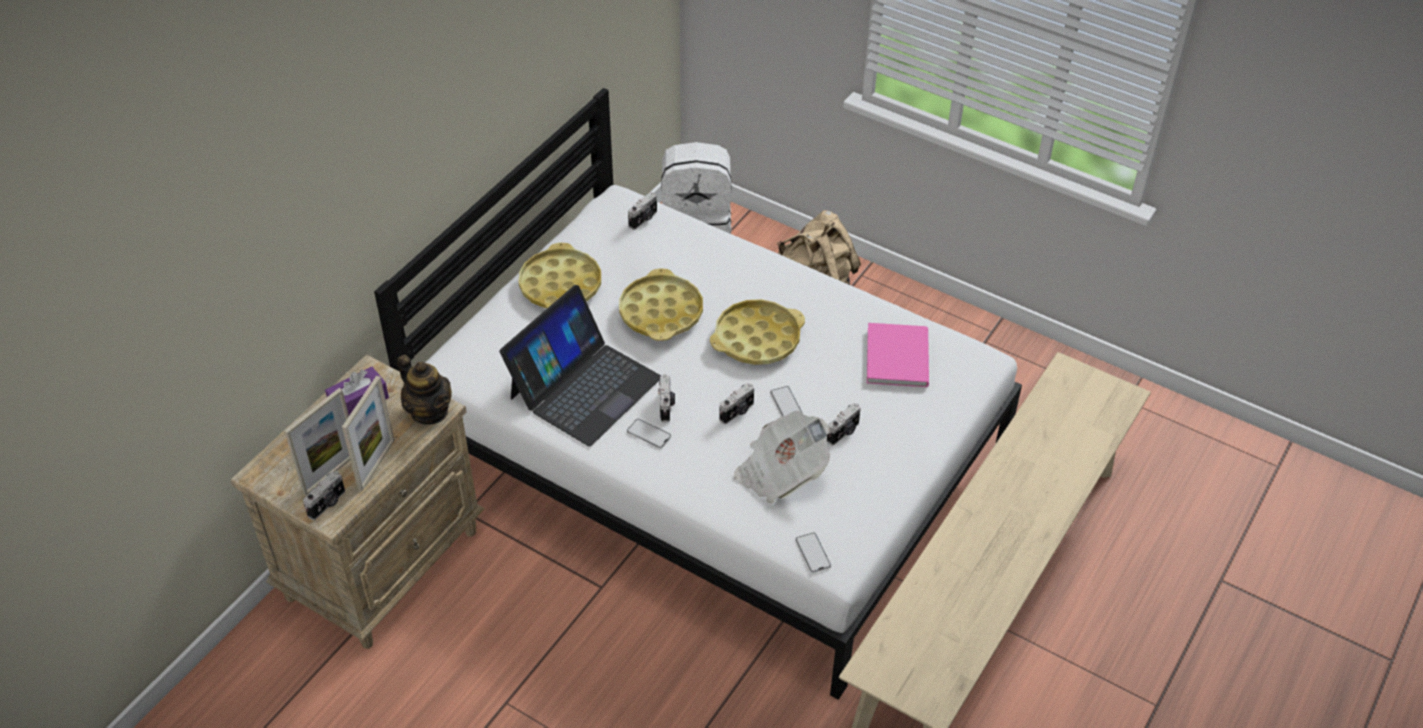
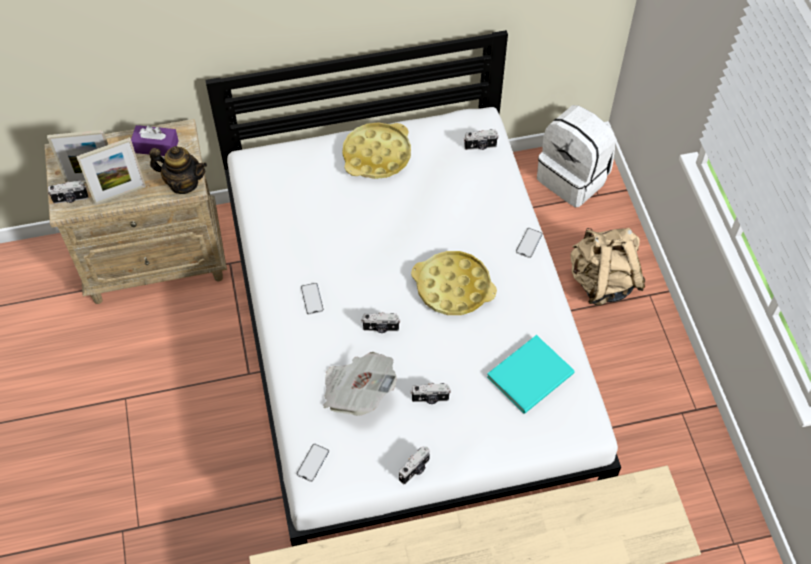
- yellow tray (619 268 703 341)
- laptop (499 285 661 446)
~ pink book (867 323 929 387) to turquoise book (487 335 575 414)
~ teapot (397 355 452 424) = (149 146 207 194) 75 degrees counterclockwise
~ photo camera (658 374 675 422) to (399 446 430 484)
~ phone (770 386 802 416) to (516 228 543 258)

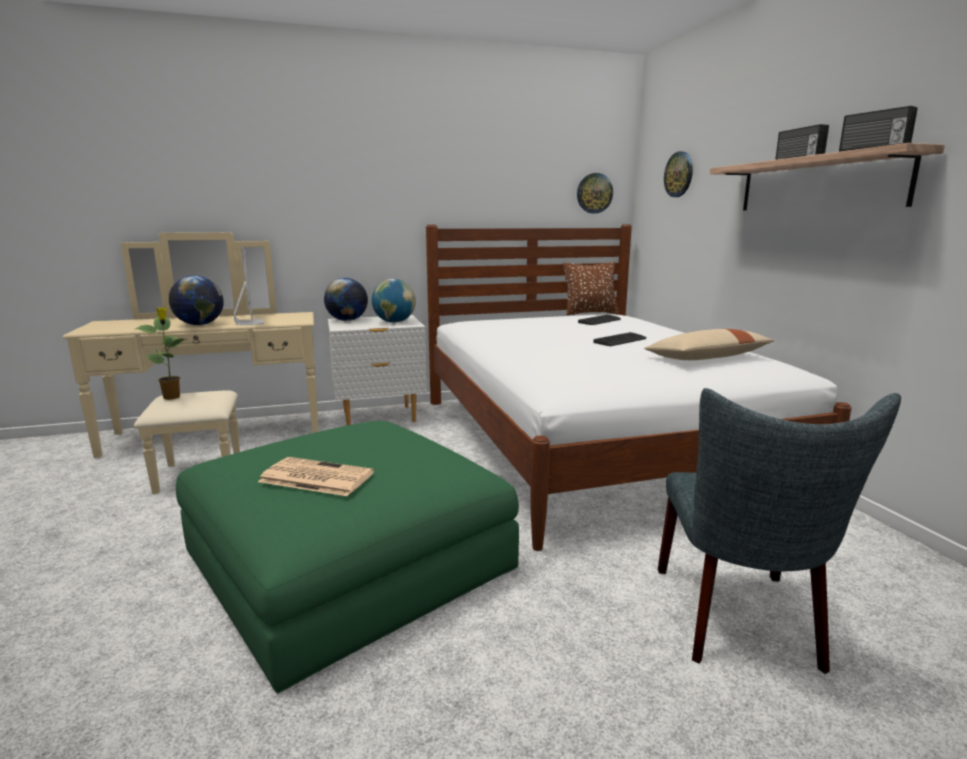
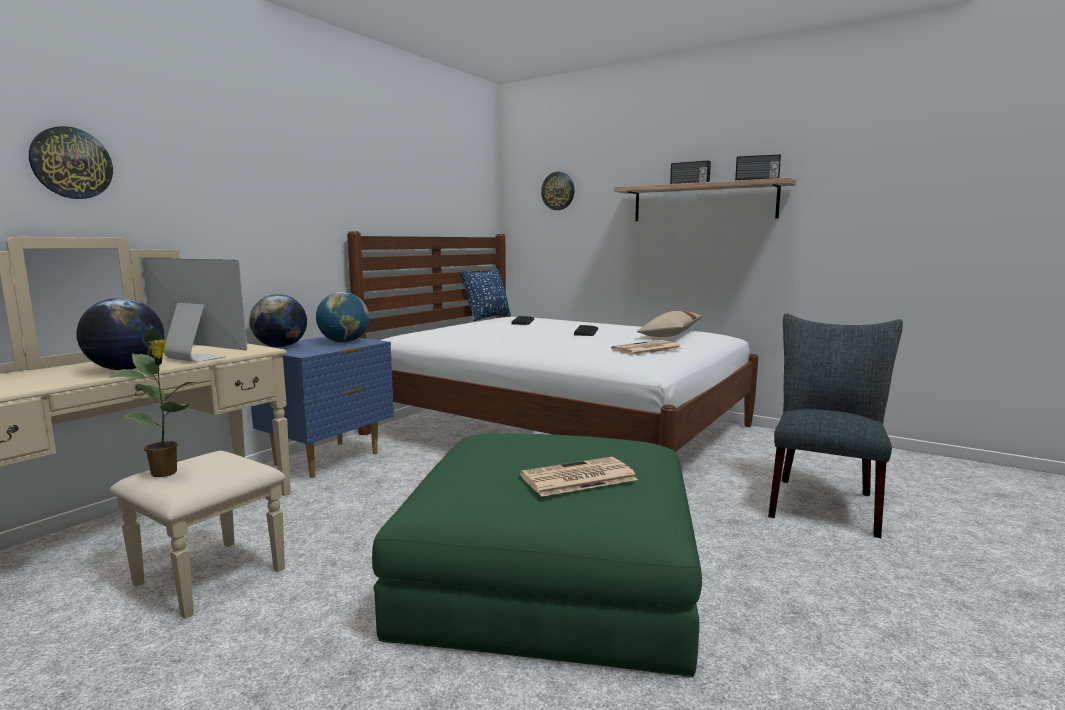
~ wall clock (577 173 613 213) to (29 126 113 199)
~ brown pillow (563 262 619 315) to blue pillow (461 269 511 321)
~ white nightstand (328 315 427 426) to blue nightstand (251 337 394 478)
~ grey chair (658 388 901 674) = (768 314 903 538) 120 degrees counterclockwise
+ newspaper (611 340 682 355)

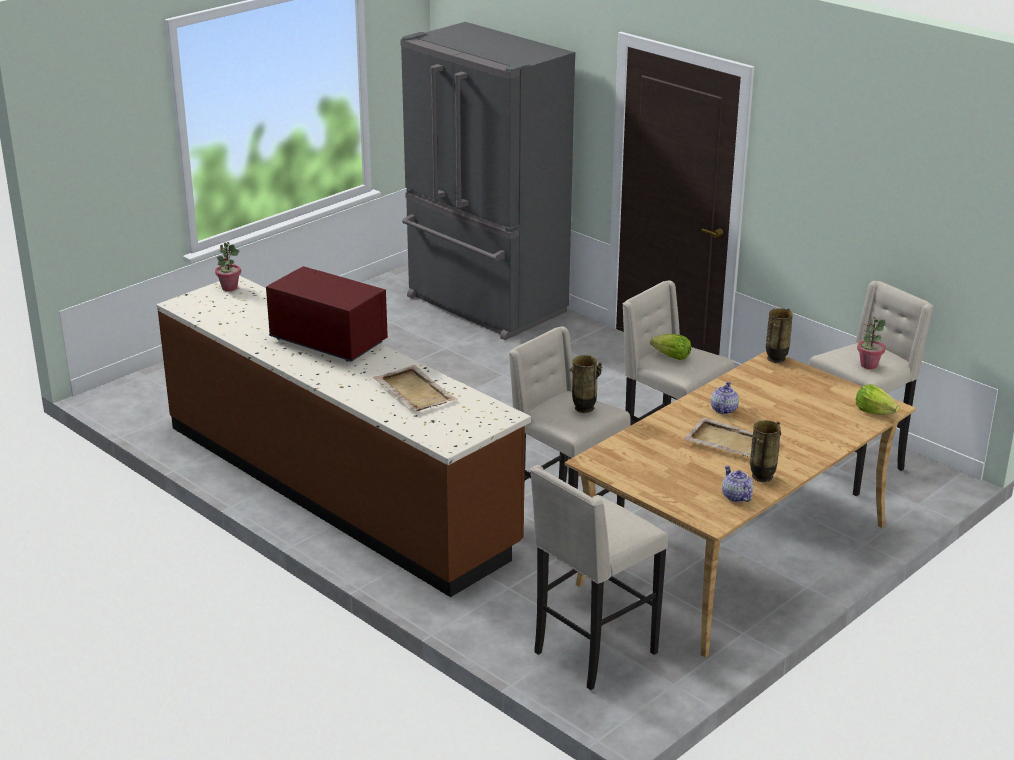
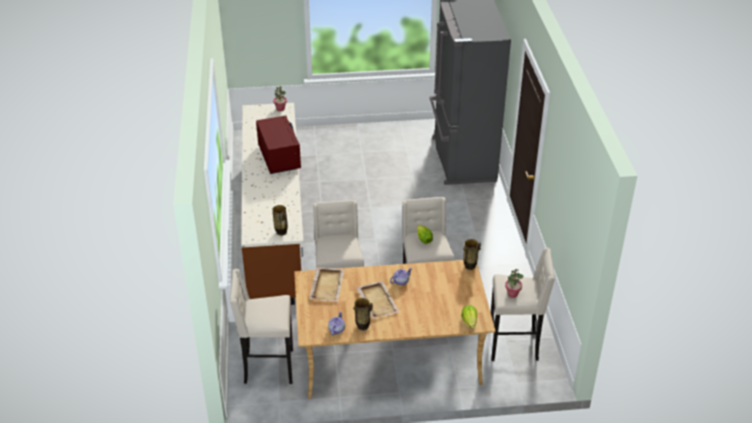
~ vase (569 355 602 413) to (272 205 288 236)
~ beige tray (372 365 458 411) to (309 267 344 302)

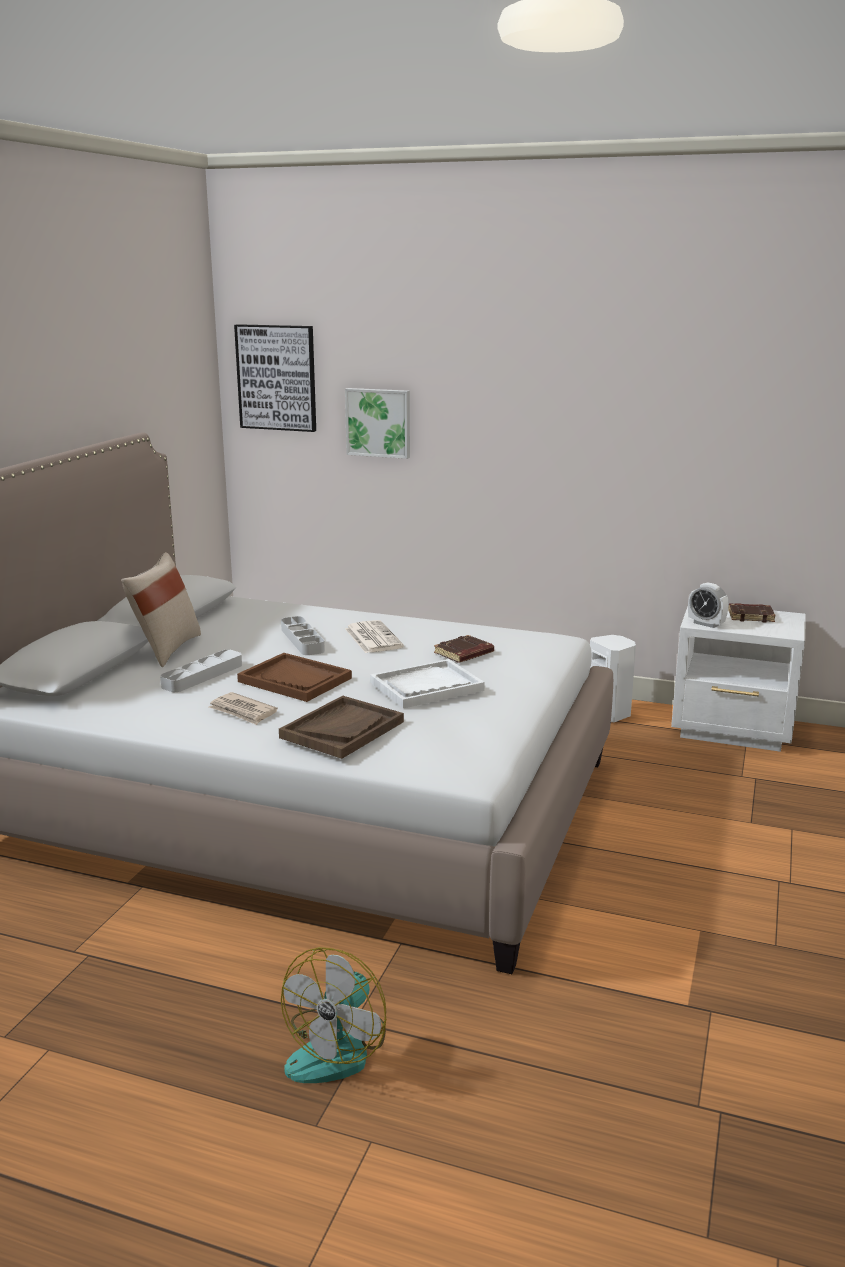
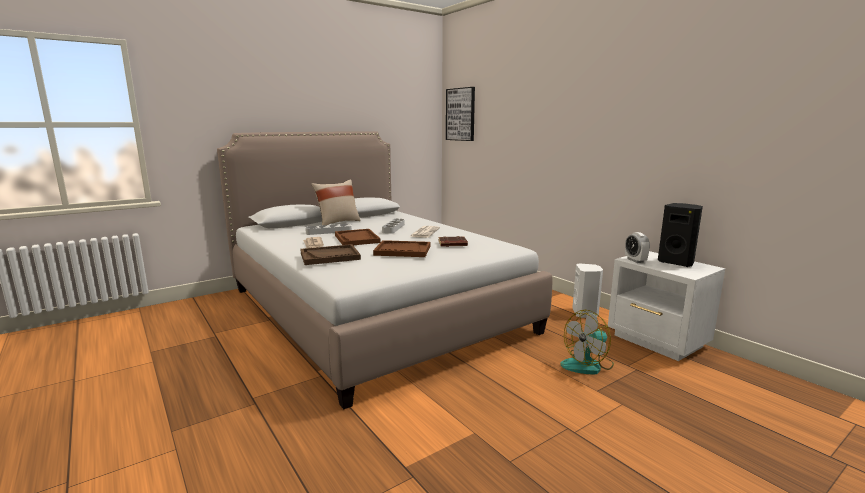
- picture (345 388 410 459)
~ brown book (728 603 776 622) to black speaker (658 203 703 267)
~ white tray (370 659 485 708) to brown tray (373 240 430 257)
~ fan (281 947 387 1083) to (560 310 614 375)

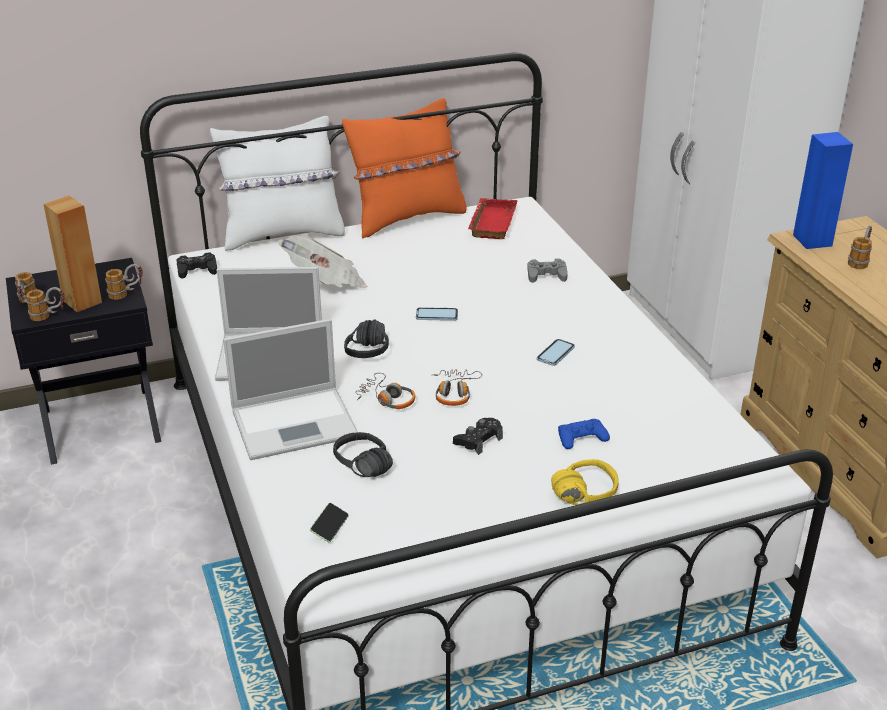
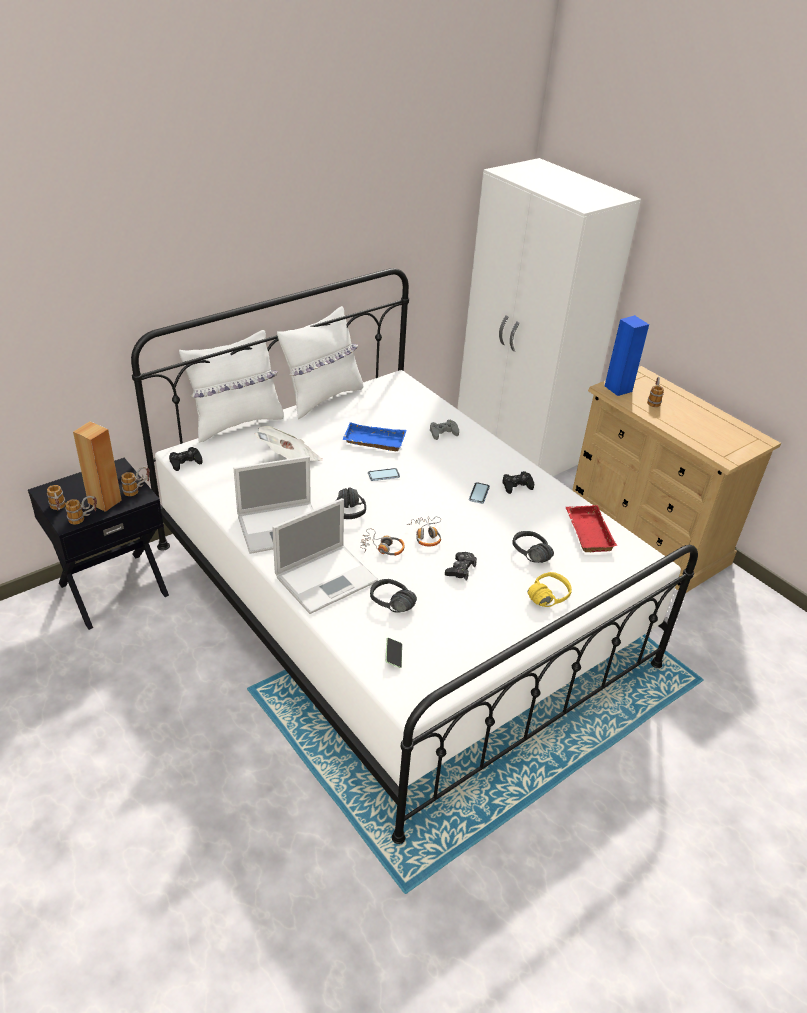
~ orange pillow (342 98 466 239) to white pillow (277 306 363 419)
~ red tray (468 198 518 239) to (565 505 617 552)
~ blue game controller (558 419 610 449) to black headphones (512 531 554 563)
+ blue tray (342 422 406 451)
+ black game controller (502 471 534 494)

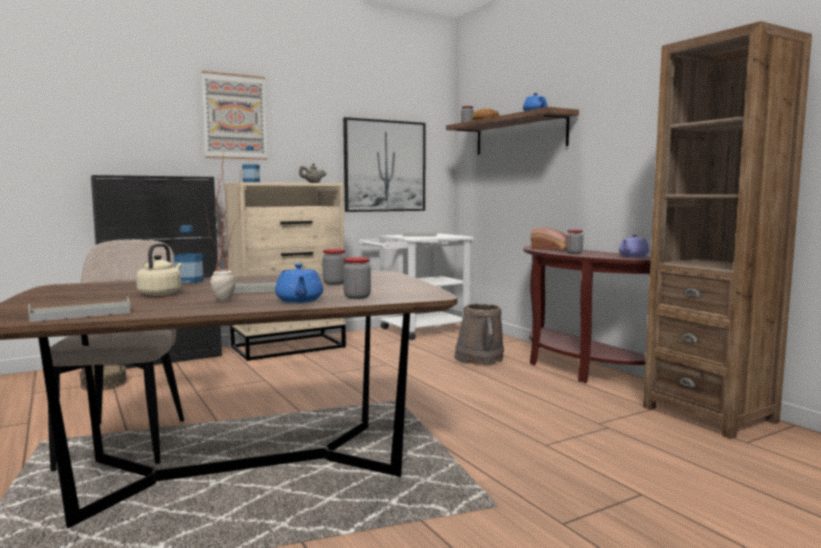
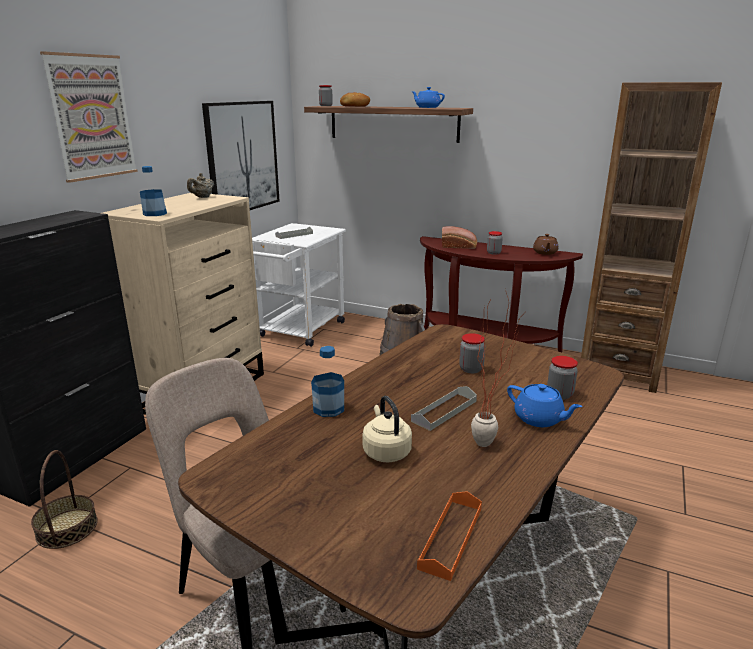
~ purple teapot (619 234 649 257) to brown teapot (533 234 559 255)
~ grey tray (29 296 130 322) to orange tray (417 491 482 581)

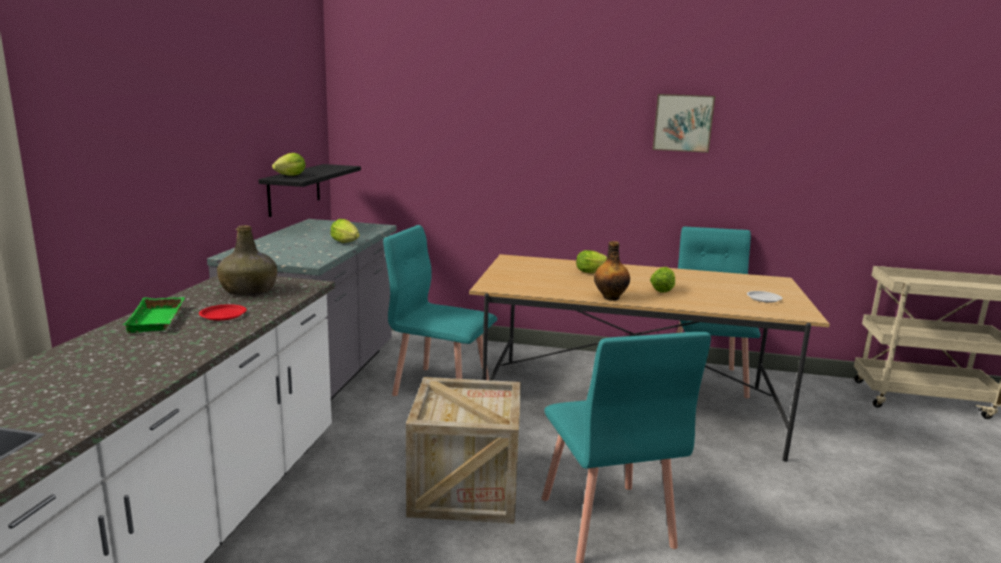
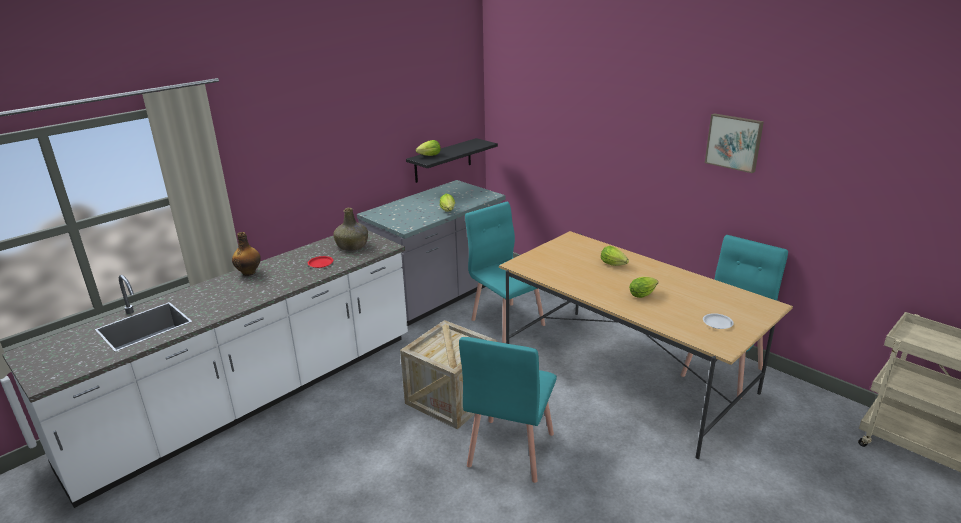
~ bottle (594 241 630 301) to (232 232 261 276)
- green tray (123 297 185 333)

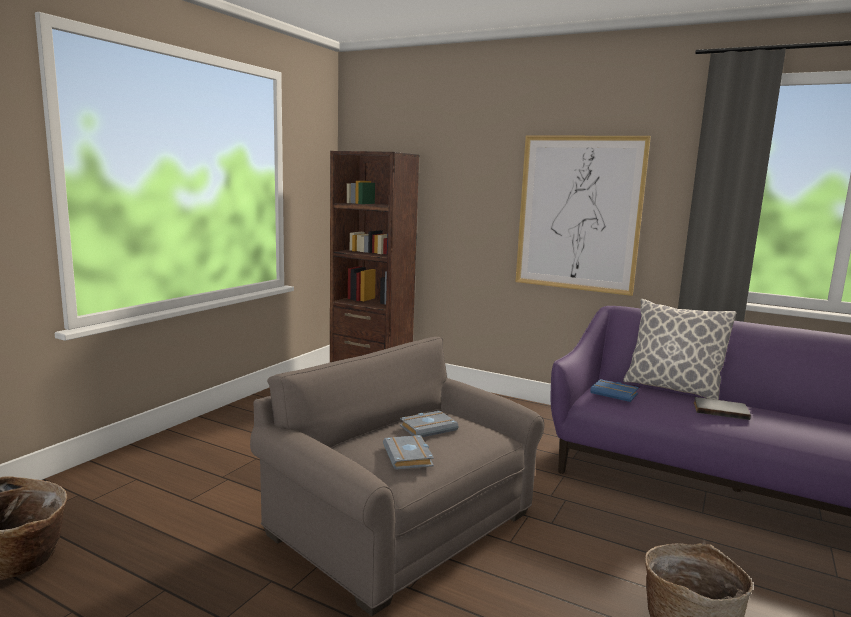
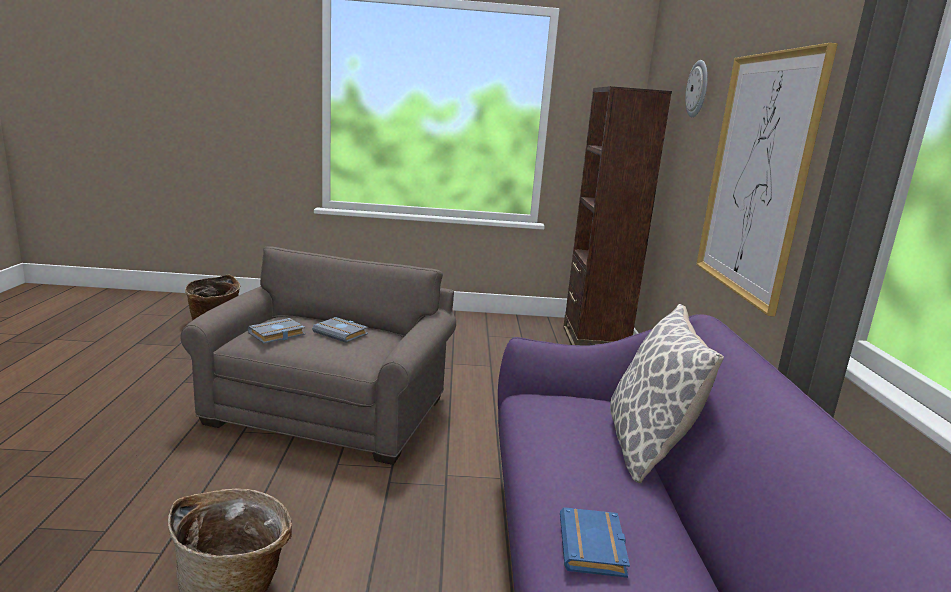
~ blue book (590 379 639 402) to (560 507 630 578)
- grey book (694 397 751 420)
+ wall clock (685 60 708 117)

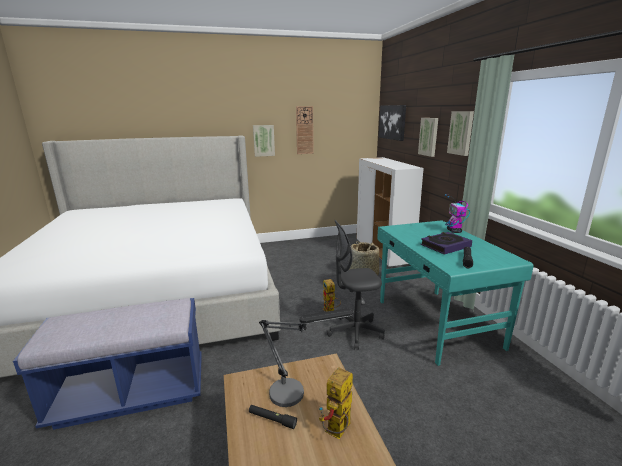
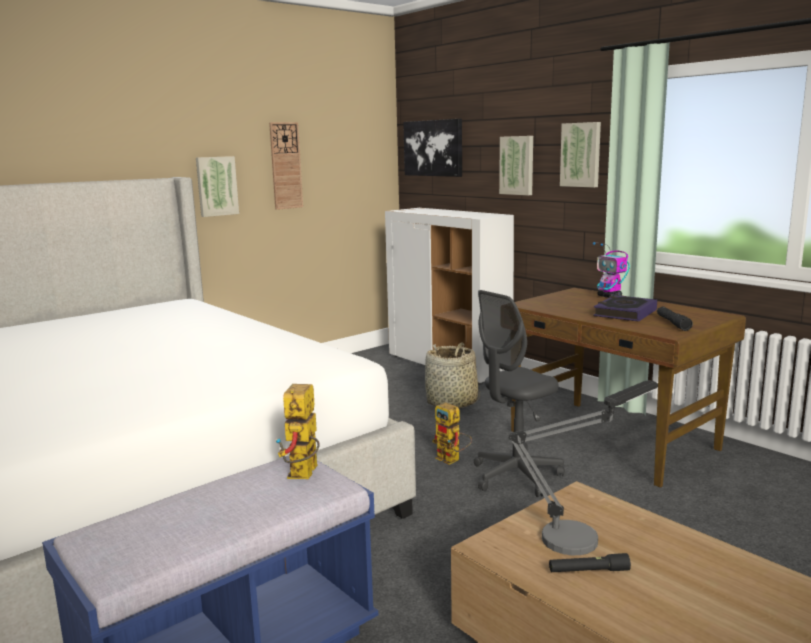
~ turquoise desk (377 220 534 366) to brown desk (511 288 746 488)
~ toy robot (319 367 353 439) to (276 384 320 479)

